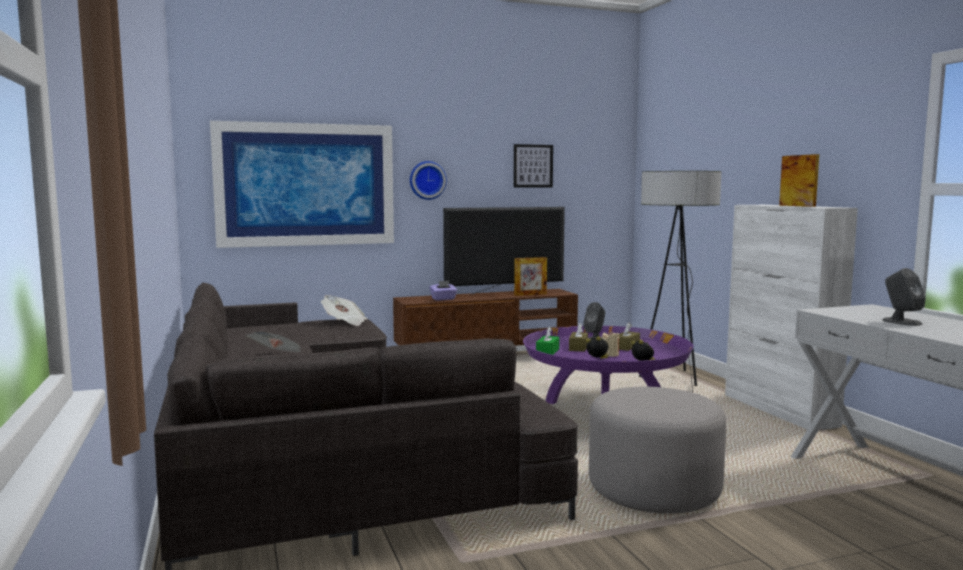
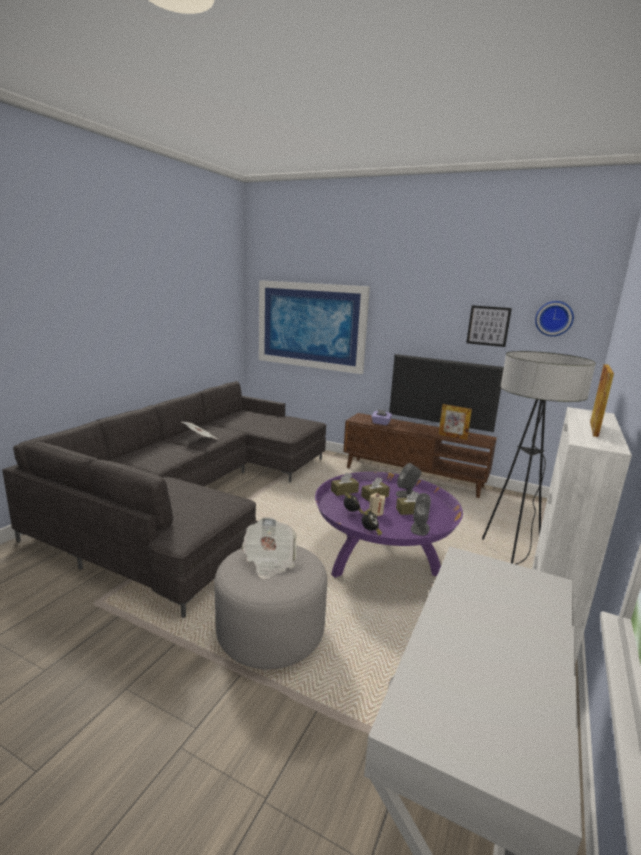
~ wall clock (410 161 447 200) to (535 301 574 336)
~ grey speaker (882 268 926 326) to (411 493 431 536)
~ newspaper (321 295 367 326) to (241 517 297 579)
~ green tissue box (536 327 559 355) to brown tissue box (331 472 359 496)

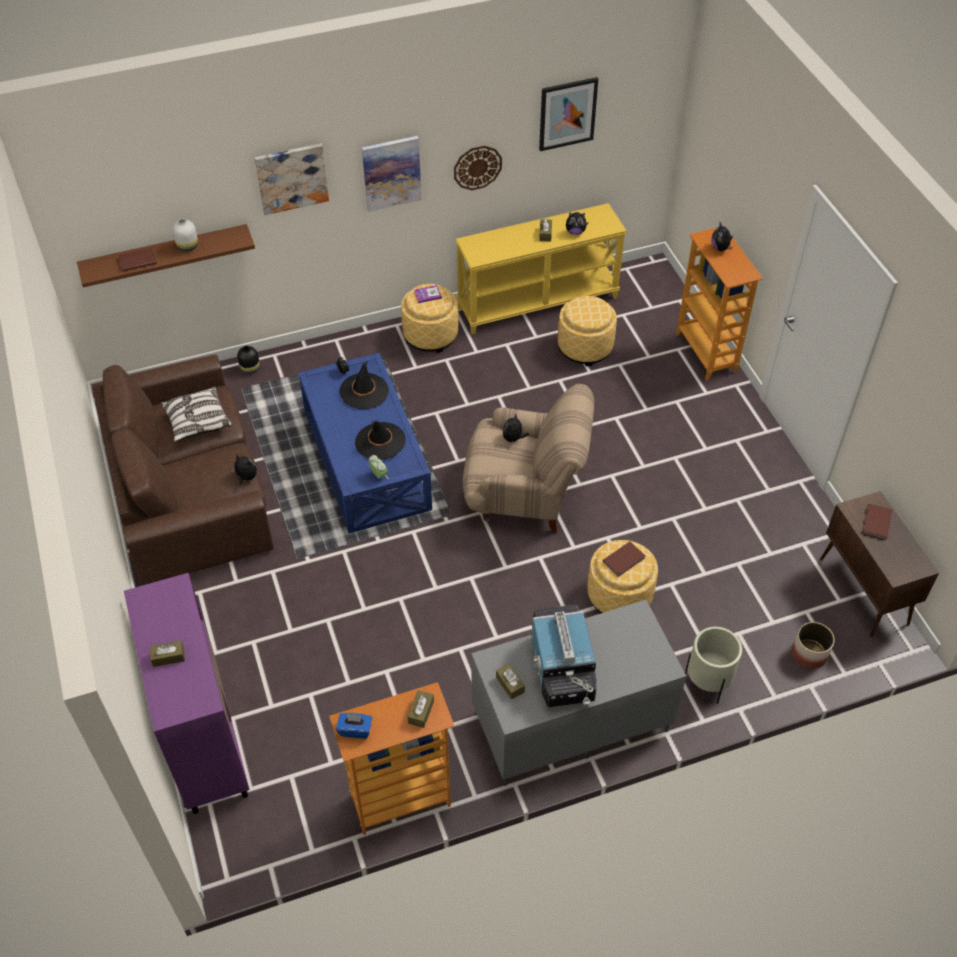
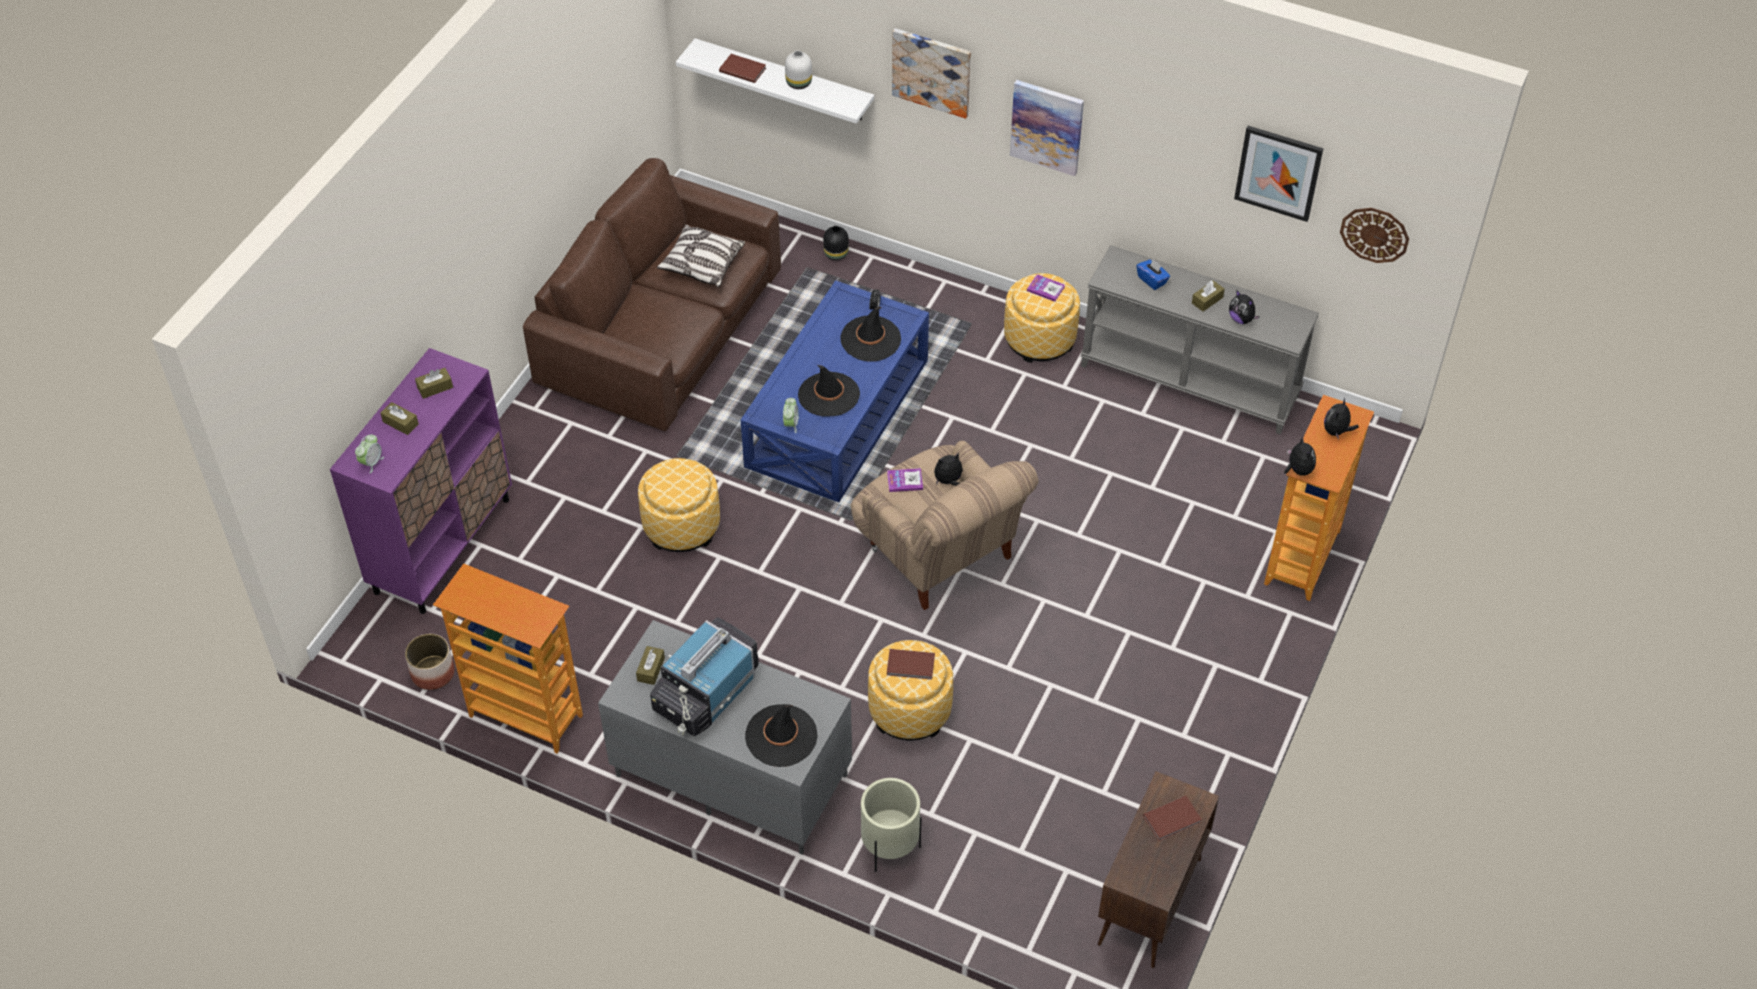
~ wall clock (454 146 502 190) to (1340 208 1409 263)
~ yellow console table (456 203 627 334) to grey console table (1080 245 1319 435)
~ brown shelf (77 224 255 287) to white shelf (676 38 874 124)
~ ottoman (558 296 617 366) to (638 458 720 552)
~ plush toy (231 454 257 485) to (1284 437 1316 476)
~ planter (792 622 834 669) to (405 634 455 690)
~ brown tissue box (408 690 434 728) to (415 368 453 399)
~ blue tissue box (336 713 372 739) to (1137 259 1170 290)
+ alarm clock (355 434 384 474)
+ book (887 468 923 492)
+ black hat (745 704 817 767)

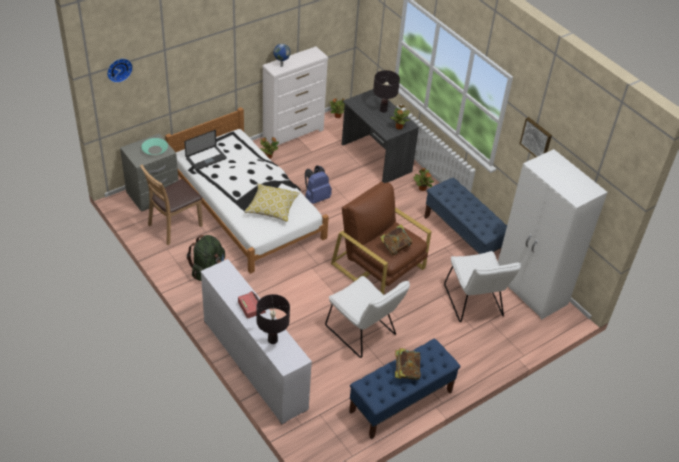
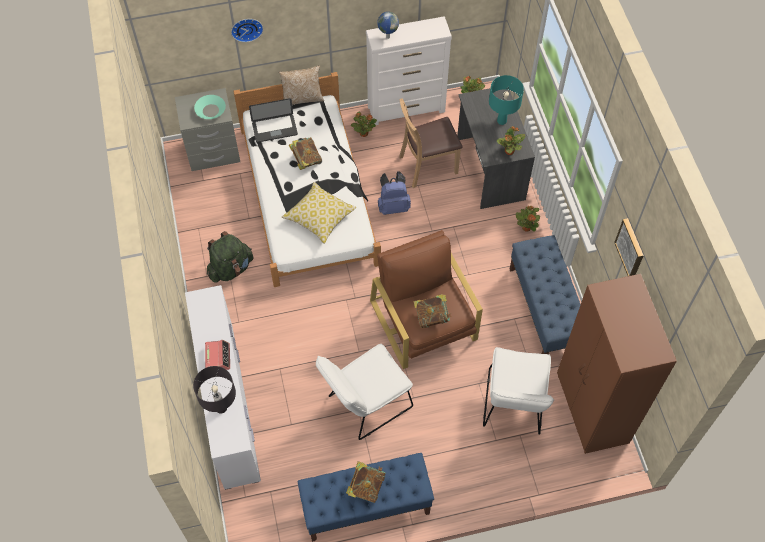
~ wall clock (107 58 133 83) to (231 19 263 42)
~ black table lamp (373 70 400 113) to turquoise table lamp (489 75 524 125)
~ white wardrobe (498 149 608 320) to brown wardrobe (557 274 677 454)
~ brown chair (140 164 203 245) to (399 98 462 188)
~ white chair (325 276 410 358) = (316 344 413 440) 75 degrees clockwise
+ pillow (279 65 324 105)
+ book (289 137 322 170)

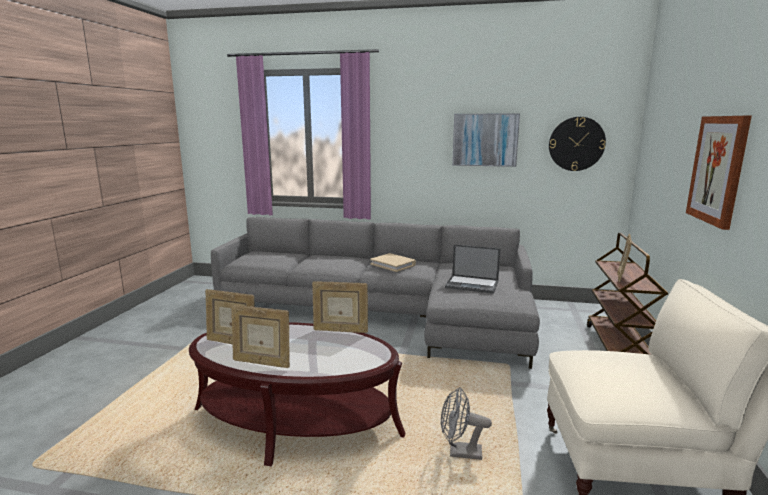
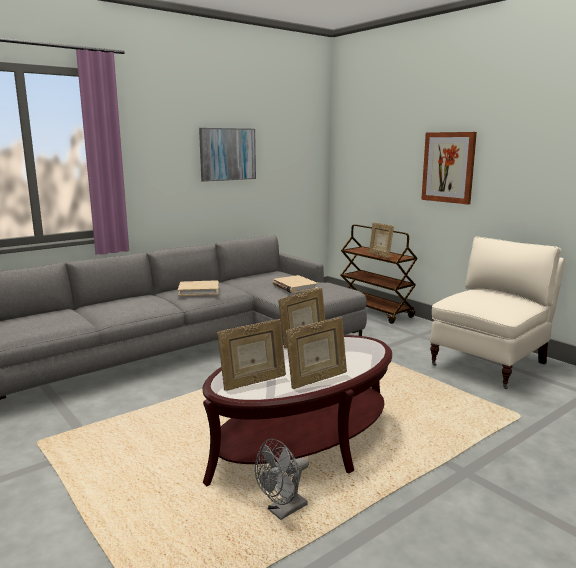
- wall clock (549 117 606 171)
~ laptop (445 244 500 294) to beige book (273 275 318 293)
~ grey fan (441 387 492 460) to (255 439 309 520)

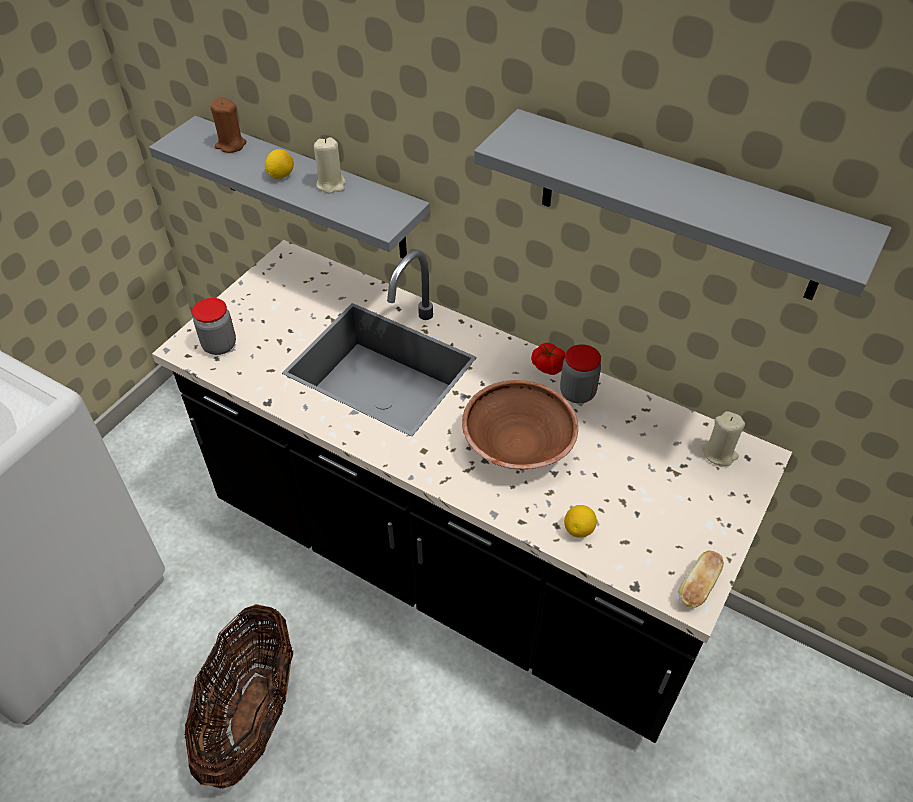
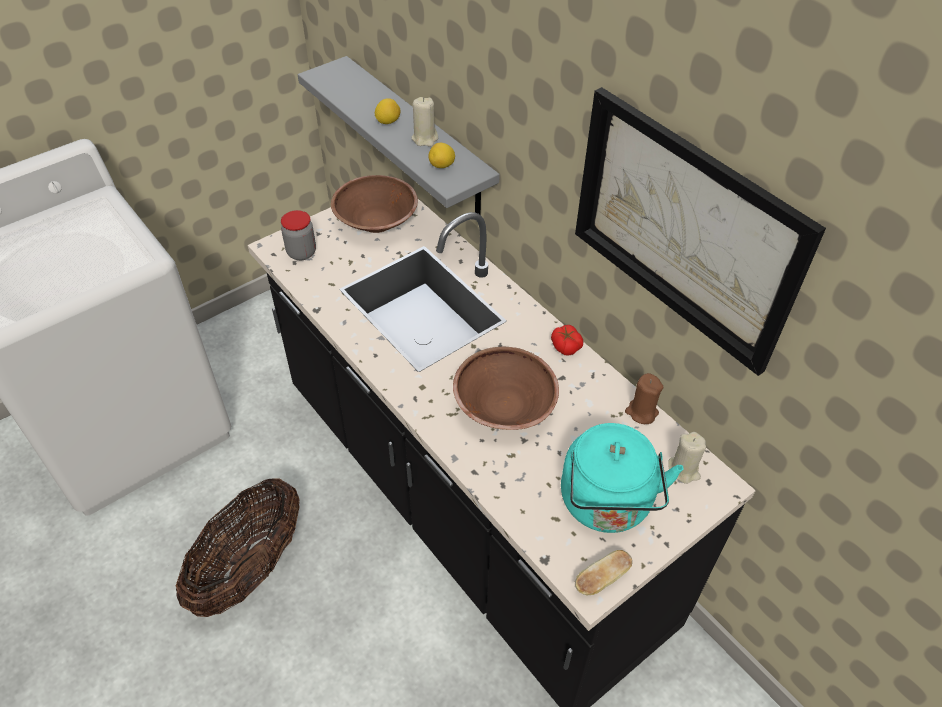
~ brown candle (210 98 247 153) to (625 373 664 424)
~ grey shelf (474 109 891 300) to picture (575 87 826 376)
- jar (560 344 601 404)
~ lemon (564 505 597 538) to (428 143 455 168)
+ brown bowl (331 175 418 233)
+ turquoise kettle (561 423 684 533)

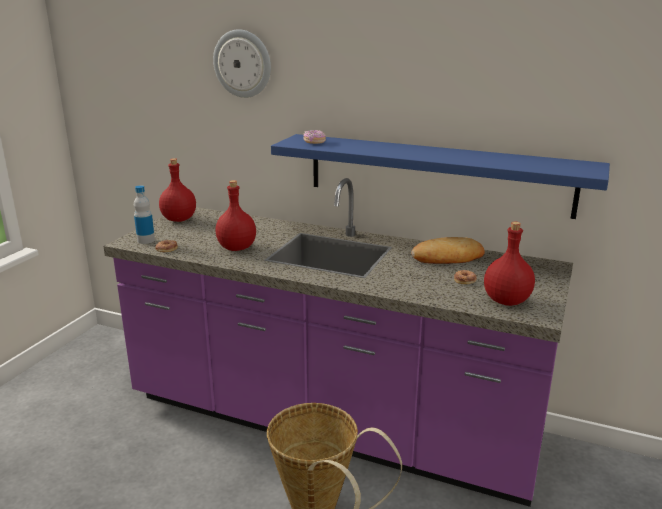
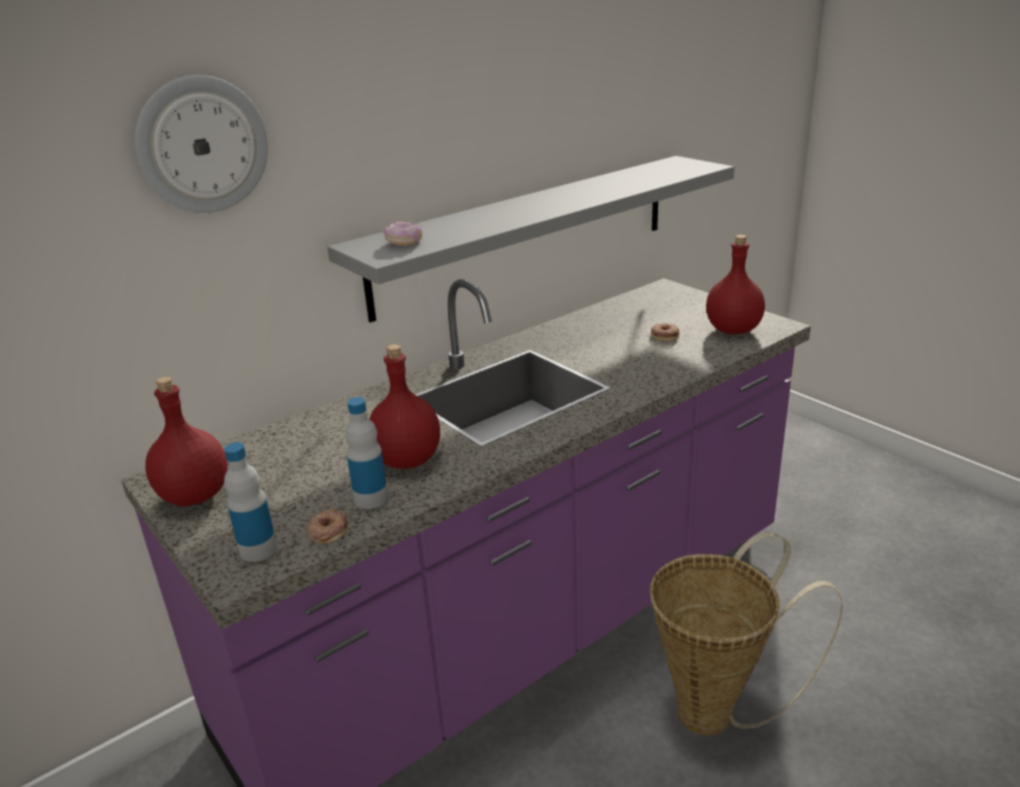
~ blue shelf (271 134 610 219) to grey shelf (327 156 734 323)
- bread (411 237 485 264)
+ bottle (345 397 388 509)

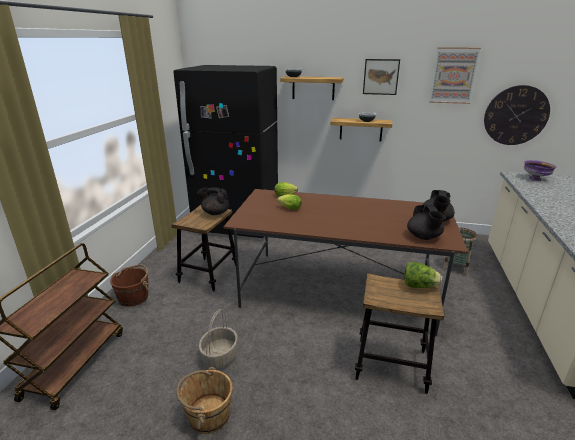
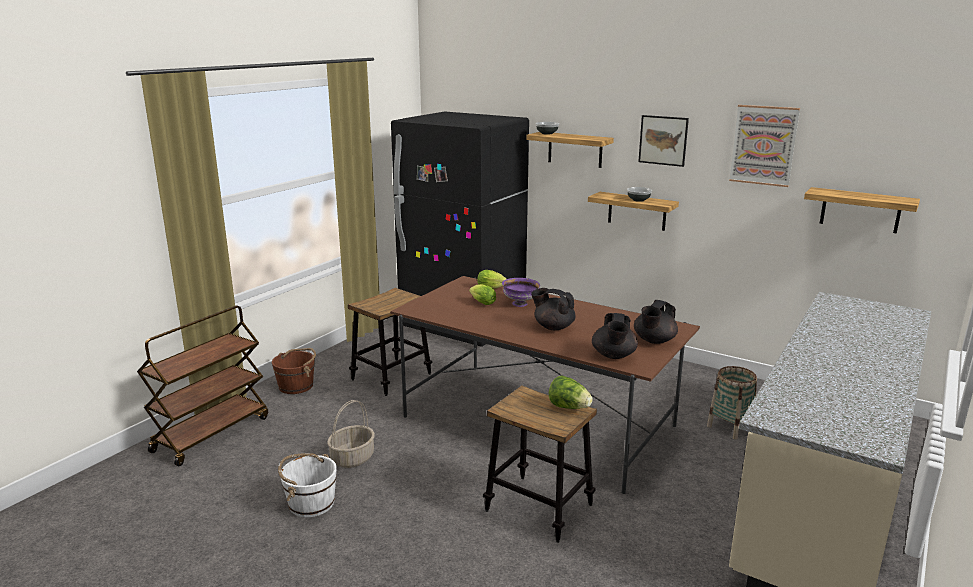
~ wall clock (484 85 550 145) to shelf (804 187 920 233)
~ purple bowl (524 160 556 181) to (502 278 540 307)
~ black teapot (197 187 229 215) to (531 288 575 330)
~ brown bucket (176 367 232 434) to white bucket (278 453 337 517)

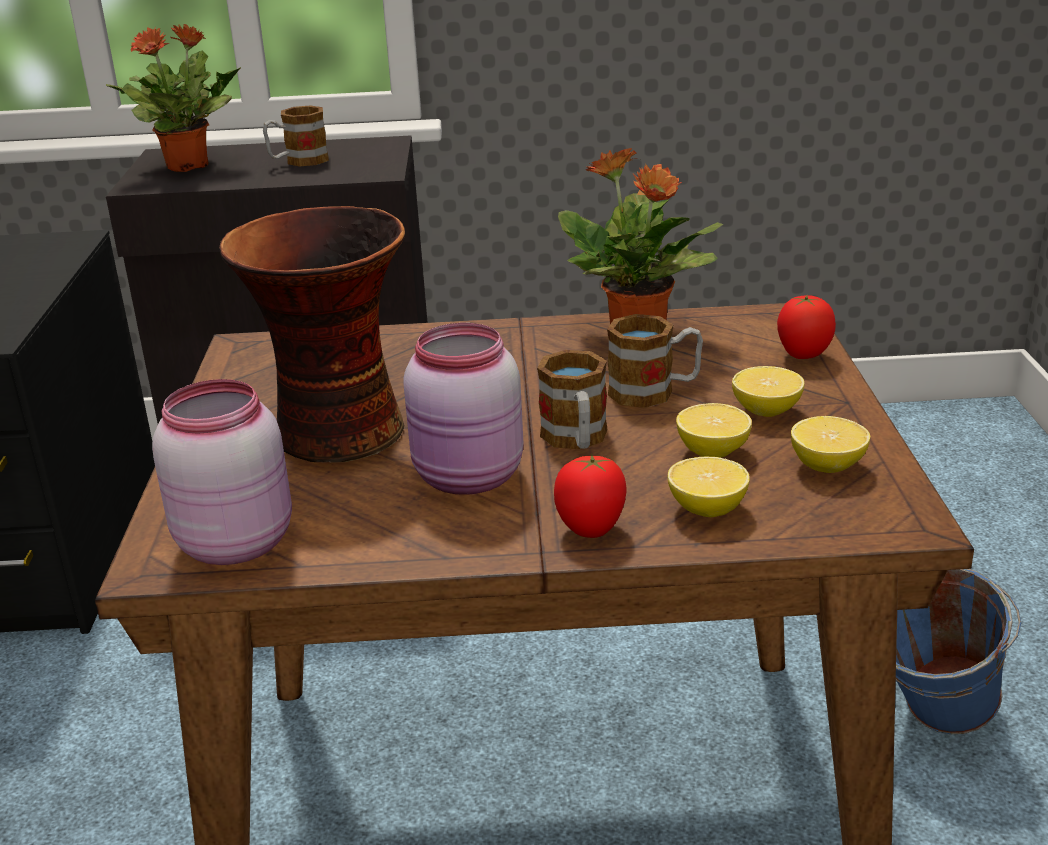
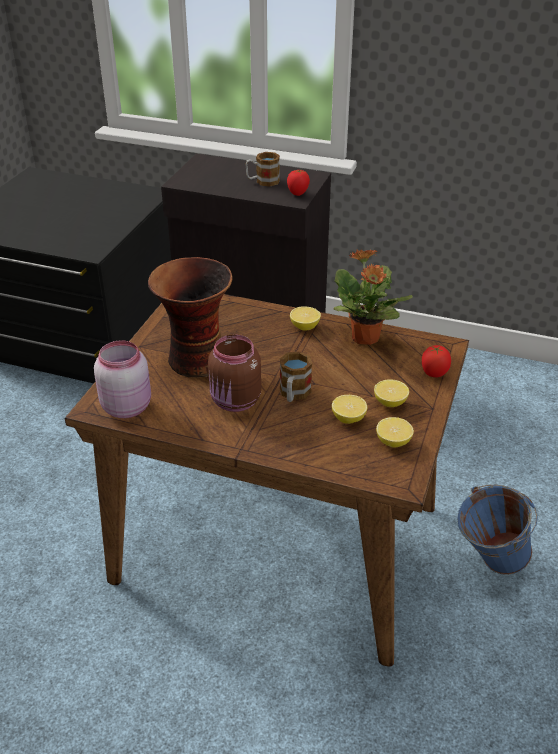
- potted plant (106 24 241 172)
- mug (607 314 703 408)
~ pink jar (403 323 523 495) to brown jar (208 335 261 412)
~ tomato (554 454 627 538) to (287 170 310 196)
~ lemon (668 456 750 517) to (290 306 321 330)

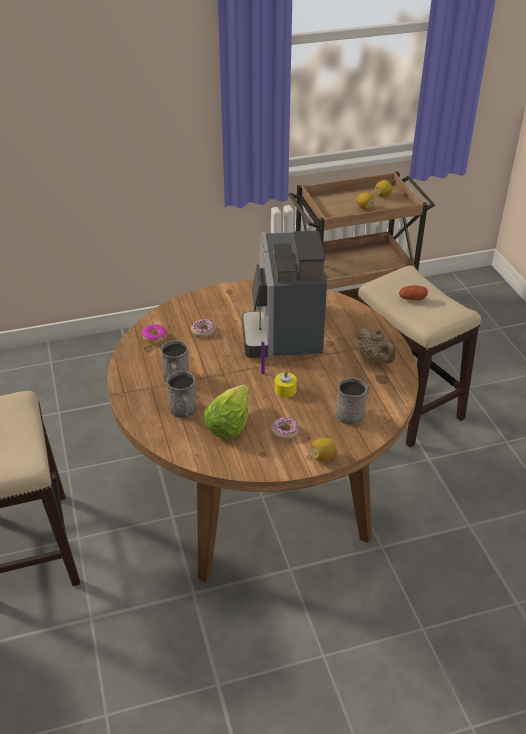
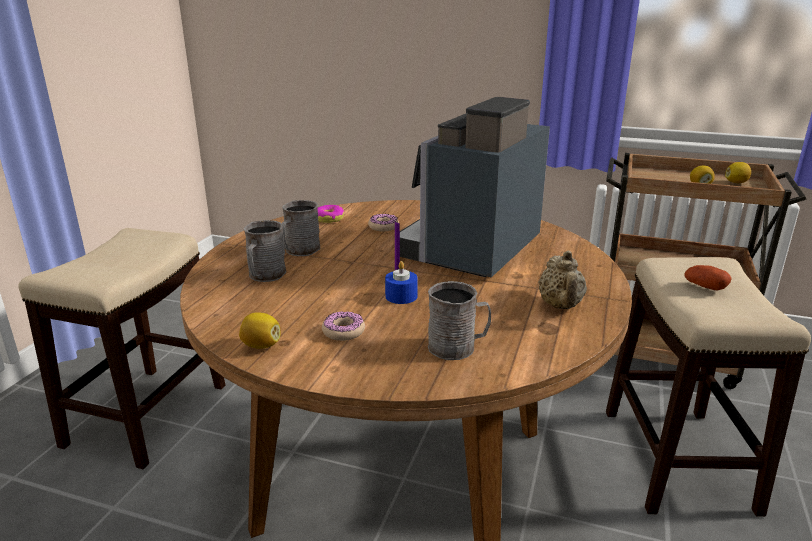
~ yellow candle (275 370 297 398) to blue candle (385 261 418 304)
- lettuce (203 385 249 439)
~ lemon (312 438 337 461) to (239 312 280 348)

